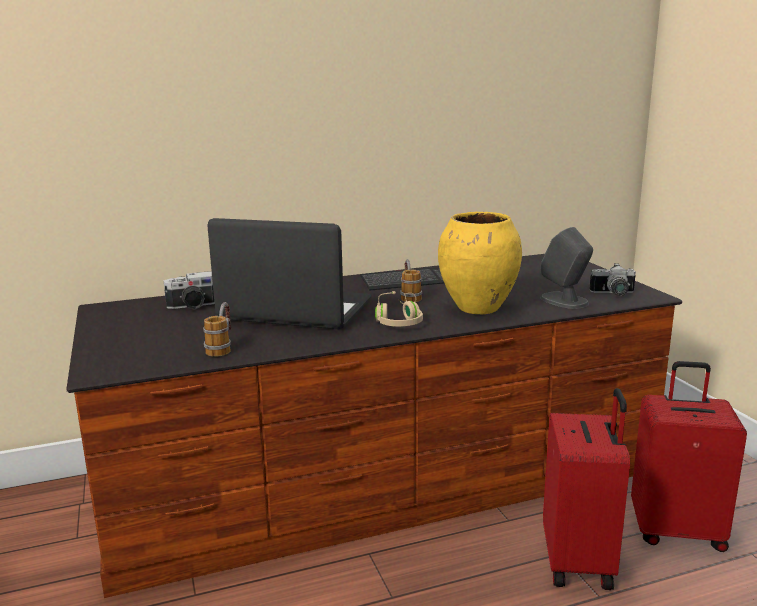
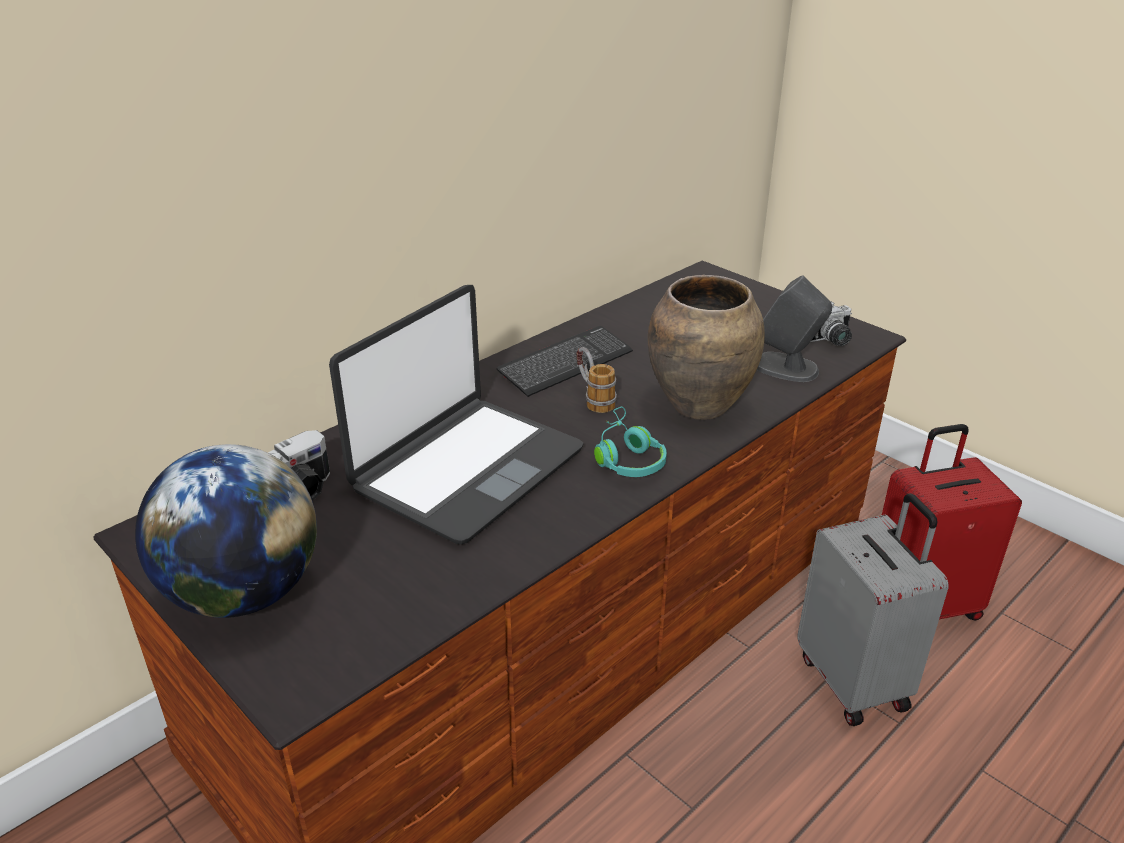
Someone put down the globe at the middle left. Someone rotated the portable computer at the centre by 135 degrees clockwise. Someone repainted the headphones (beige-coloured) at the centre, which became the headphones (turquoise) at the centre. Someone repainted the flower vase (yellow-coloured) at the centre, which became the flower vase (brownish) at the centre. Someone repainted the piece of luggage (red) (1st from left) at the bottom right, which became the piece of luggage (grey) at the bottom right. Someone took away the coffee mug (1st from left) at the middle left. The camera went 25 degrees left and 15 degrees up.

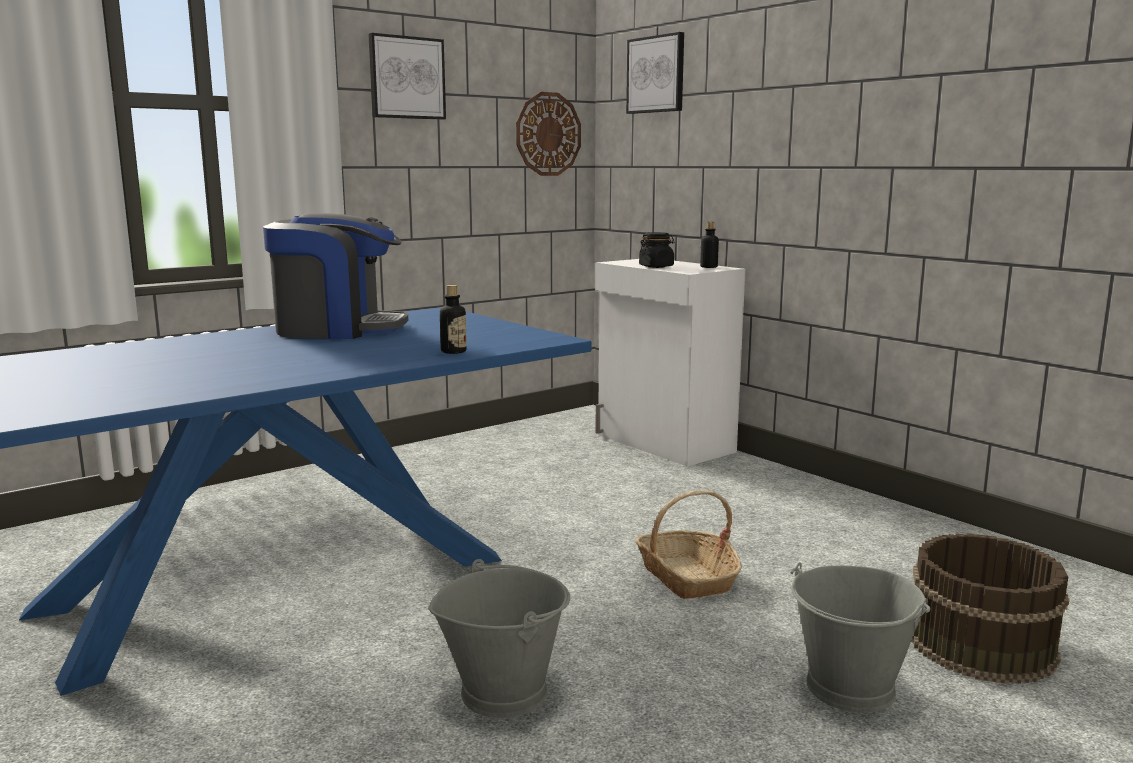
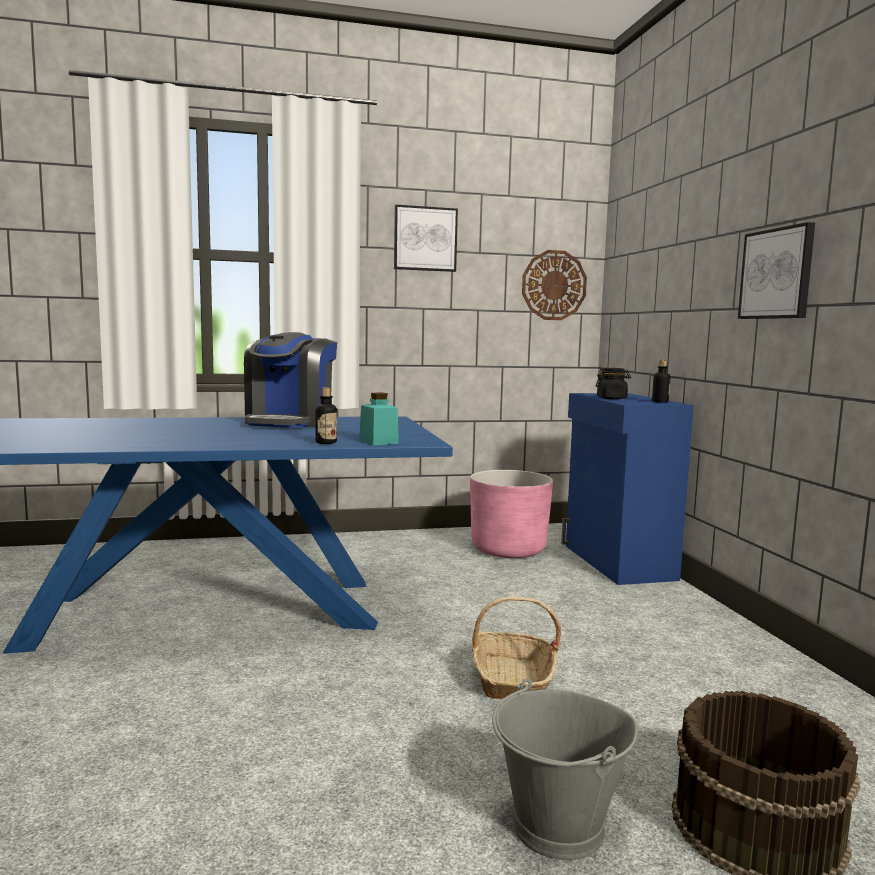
Someone rotated the coffee maker at the middle left by 75 degrees clockwise. Someone put down the preserve jar (turquoise) at the centre. Someone put down the plant pot (pink-coloured) at the centre. Someone repainted the cabinet (white) at the centre, which became the cabinet (bluish) at the middle right. Someone carried the wall picture (2nd from left) from the top centre to the top right. Someone took away the bucket (grey) (1st from left) at the bottom centre. The camera went 25 degrees right and 5 degrees down.

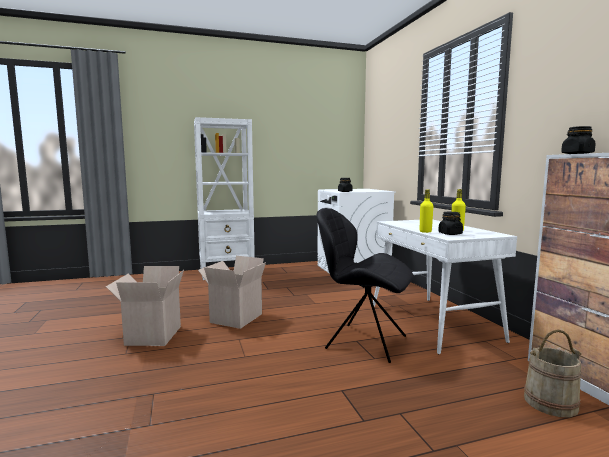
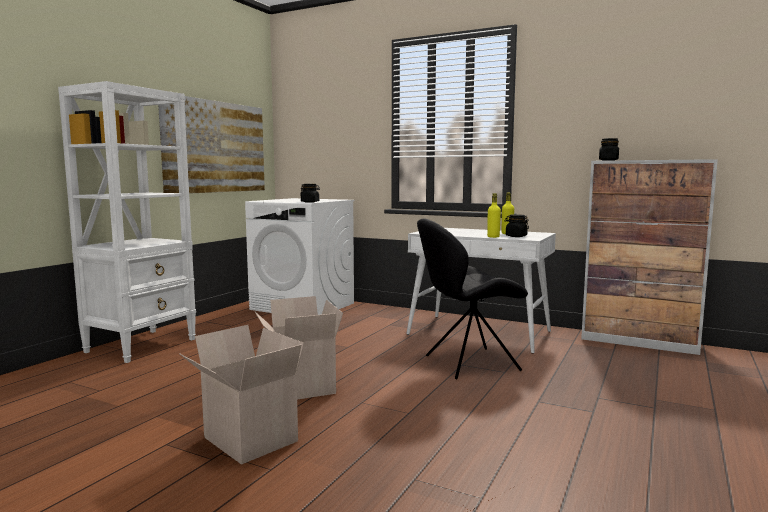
Someone put up the wall picture at the top left. Someone took away the bucket (beige-coloured) at the bottom right. The camera went 45 degrees left and 0 degrees up.

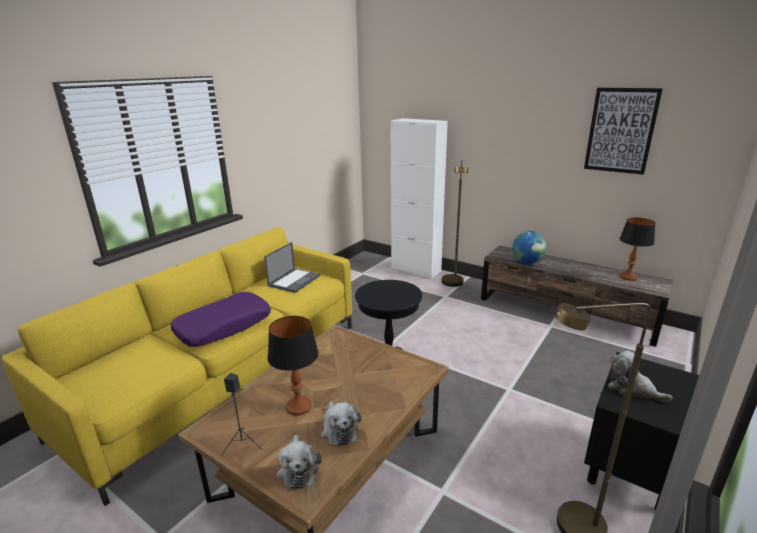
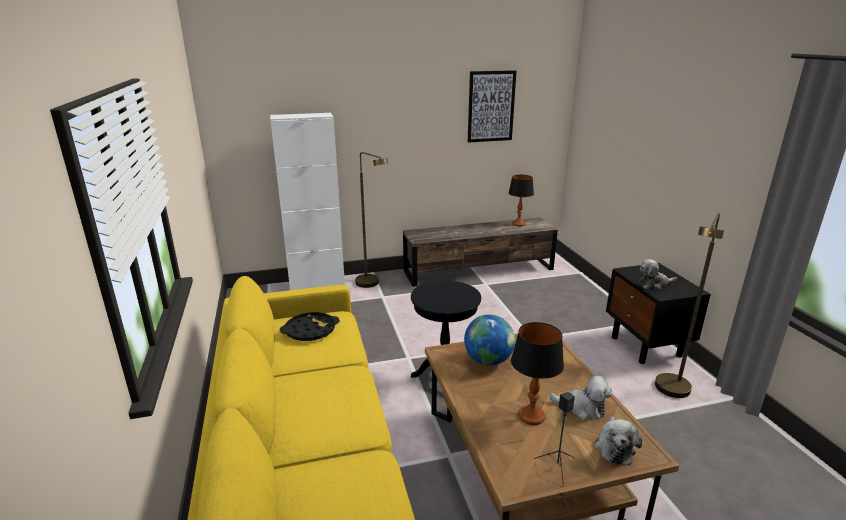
Someone swapped the portable computer at the centre for the carrying tray (blackish) at the centre. Someone carried the globe from the middle right to the centre. Someone rotated the plush toy (1st from left in the first image) at the bottom centre by 75 degrees clockwise. Someone took away the pillow (purple-coloured) at the middle left. The camera went 50 degrees left and 0 degrees up.

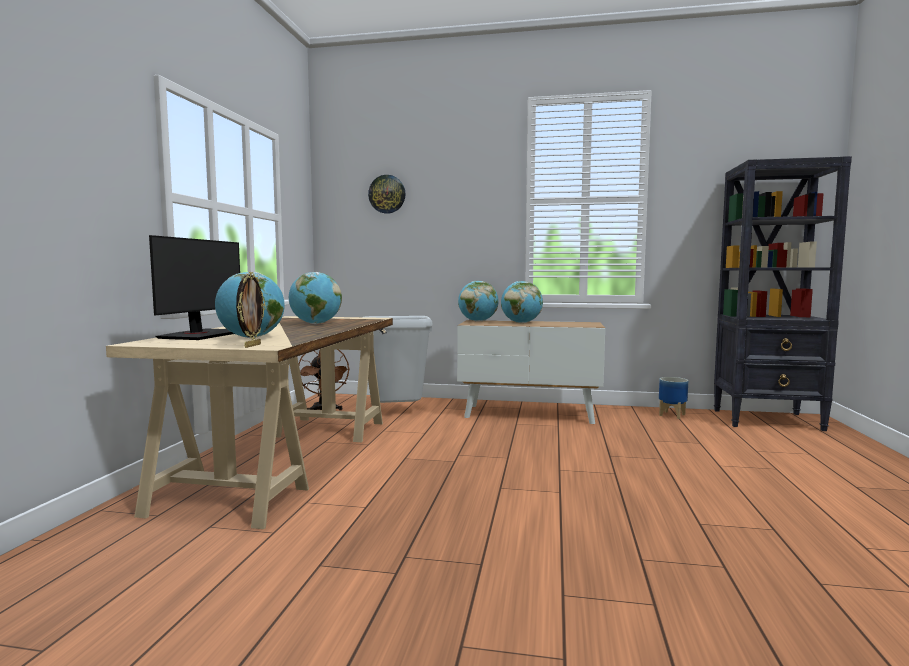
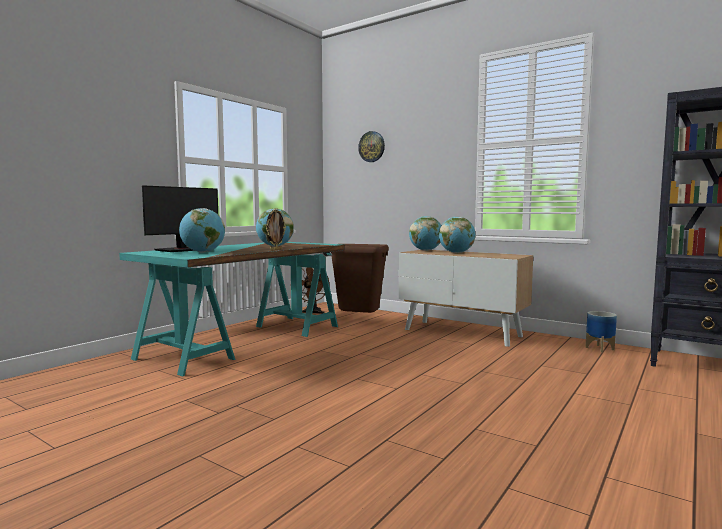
Someone repainted the desk table (beige-coloured) at the middle left, which became the desk table (turquoise) at the middle left. Someone carried the photo frame from the middle left to the centre. Someone repainted the rubbish bin (grey) at the centre, which became the rubbish bin (brownish) at the centre. The camera went 25 degrees right and 0 degrees up.

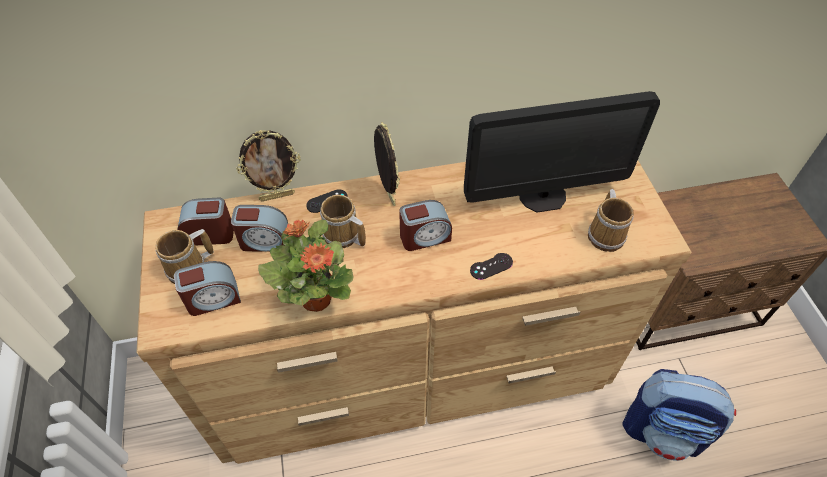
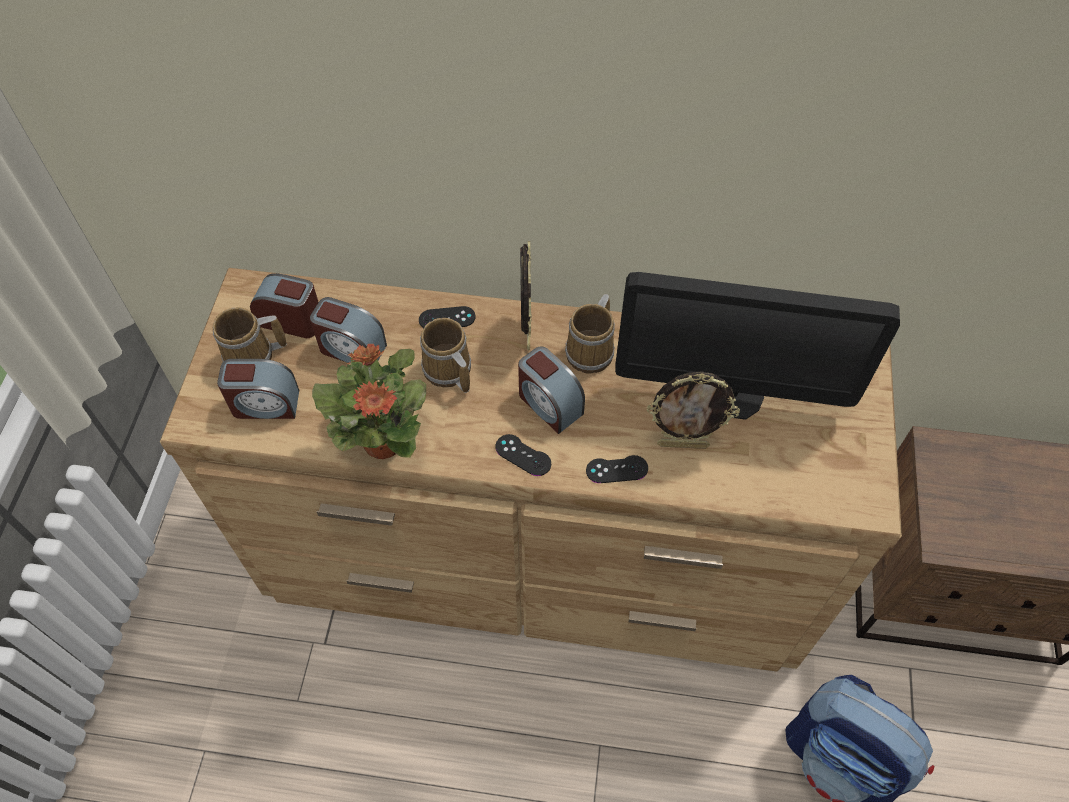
Someone put down the gamepad (blackish) (2nd from left) at the centre. Someone rotated the table clock (4th from left) at the centre by 45 degrees clockwise. Someone carried the coffee mug (3rd from left) from the middle right to the centre. Someone carried the photo frame (1st from left in the first image) from the middle left to the centre. The camera went 20 degrees right and 5 degrees up.

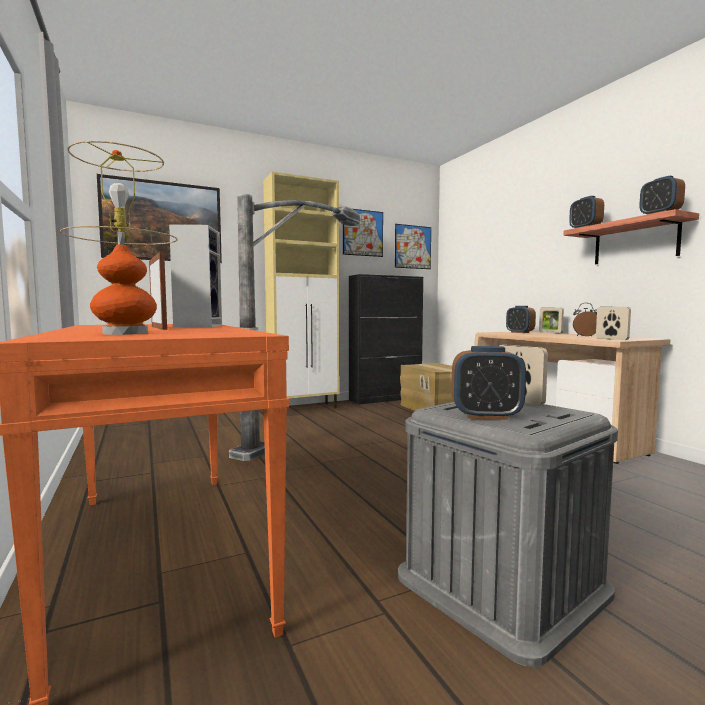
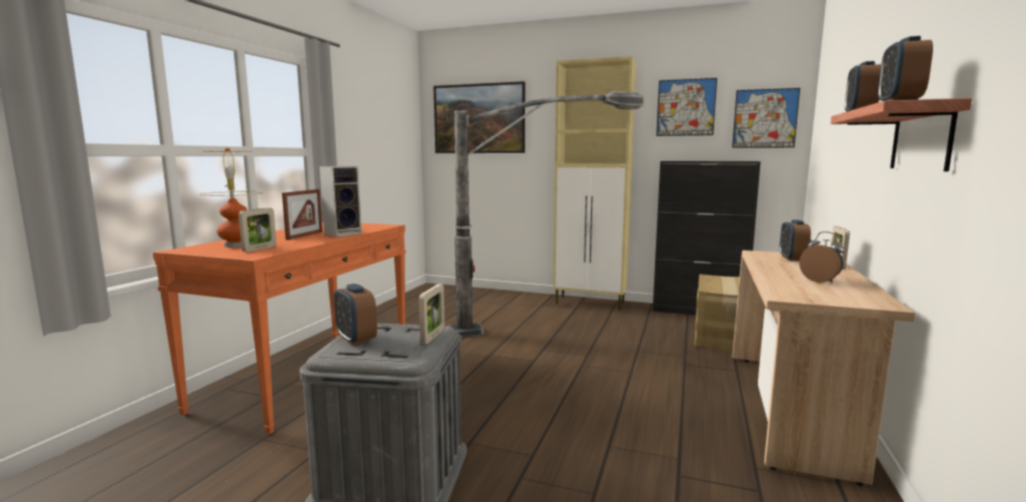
Someone carried the photo frame (4th from left in the first image) from the middle right to the middle left. The camera went 45 degrees right and 5 degrees up.

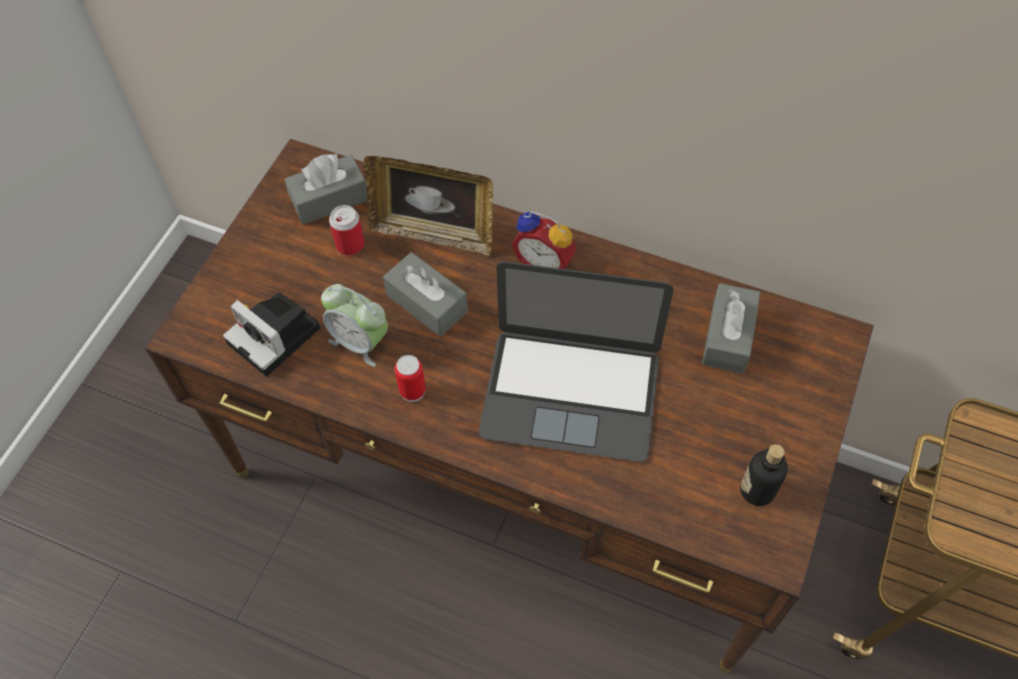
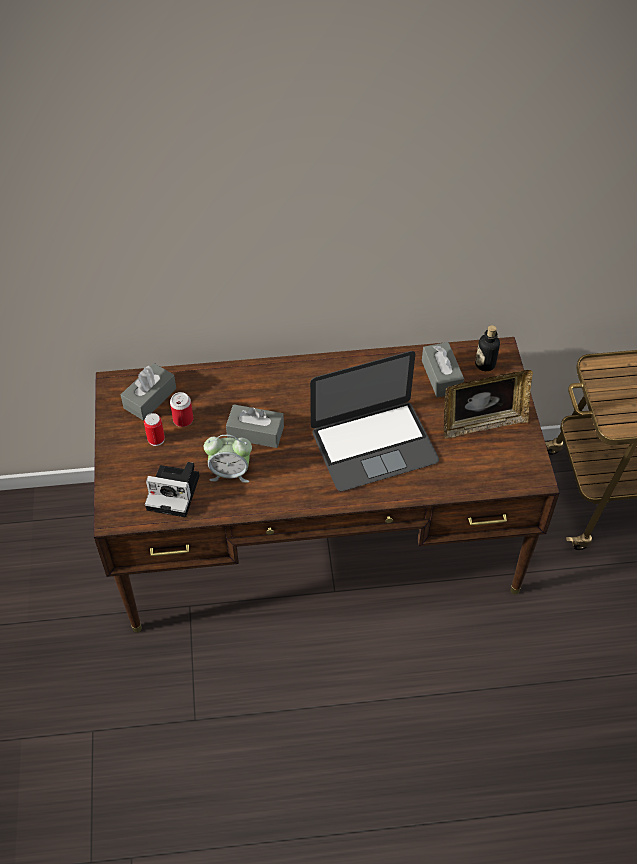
Someone carried the sealed can (2nd from left in the first image) from the centre to the middle left. Someone carried the photo frame from the top centre to the middle right. Someone carried the beverage bottle from the bottom right to the middle right. Someone took away the table clock (2nd from left) at the centre. The camera went 30 degrees left and 5 degrees down.

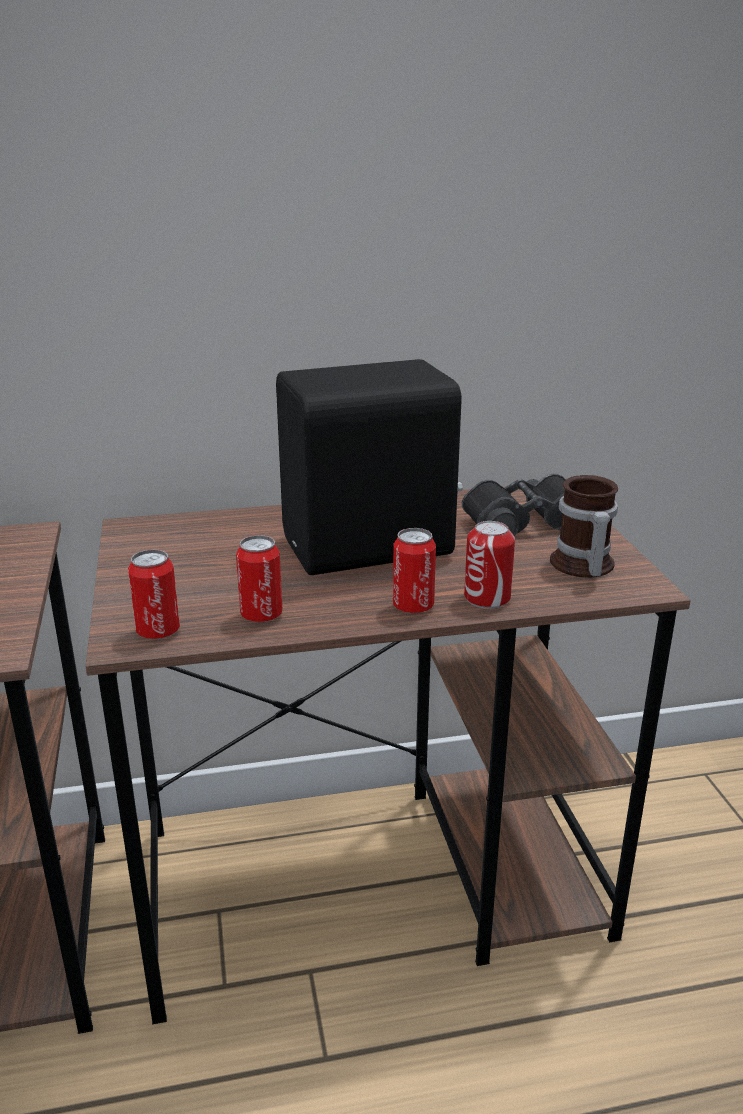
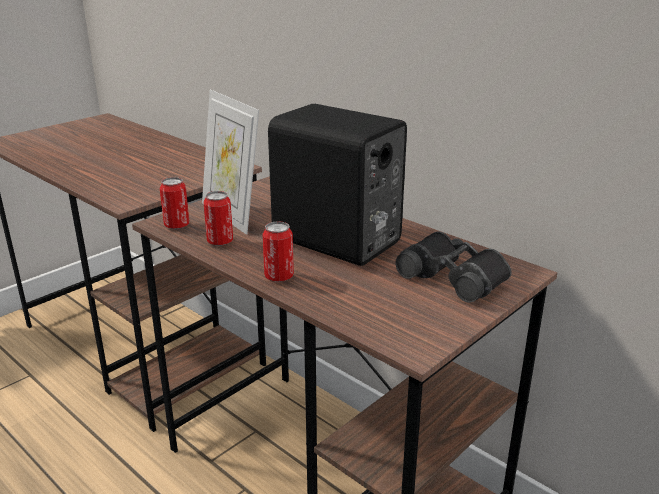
Someone put down the photo frame at the top centre. Someone took away the sealed can (4th from left) at the centre. Someone took away the coffee mug at the middle right. The camera went 55 degrees right and 0 degrees up.

